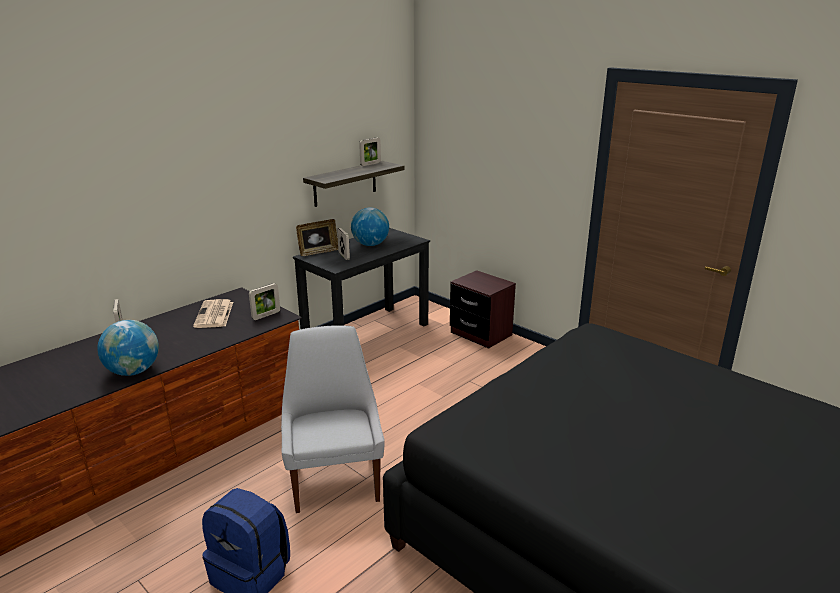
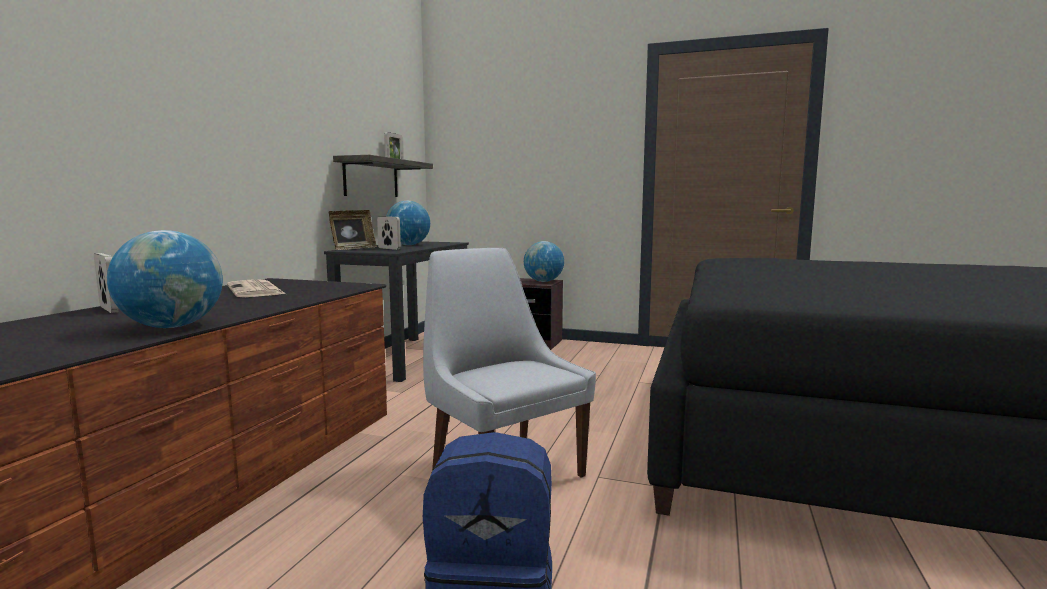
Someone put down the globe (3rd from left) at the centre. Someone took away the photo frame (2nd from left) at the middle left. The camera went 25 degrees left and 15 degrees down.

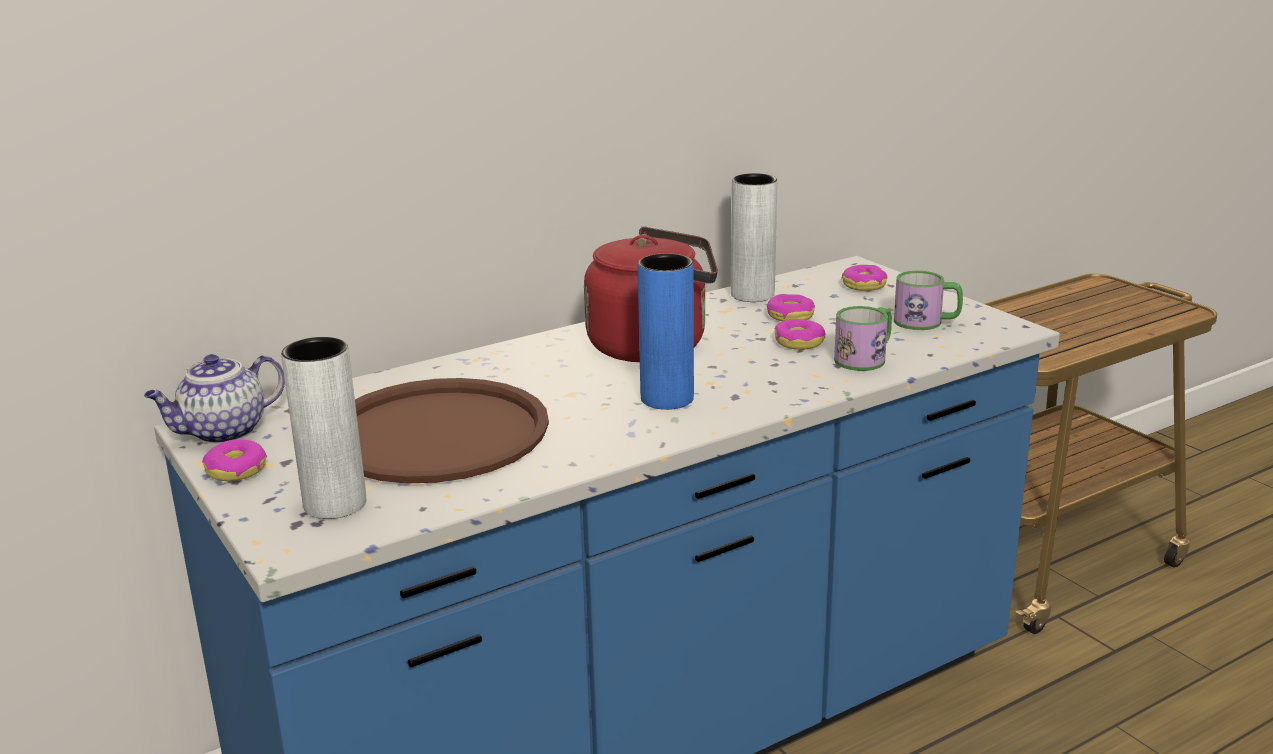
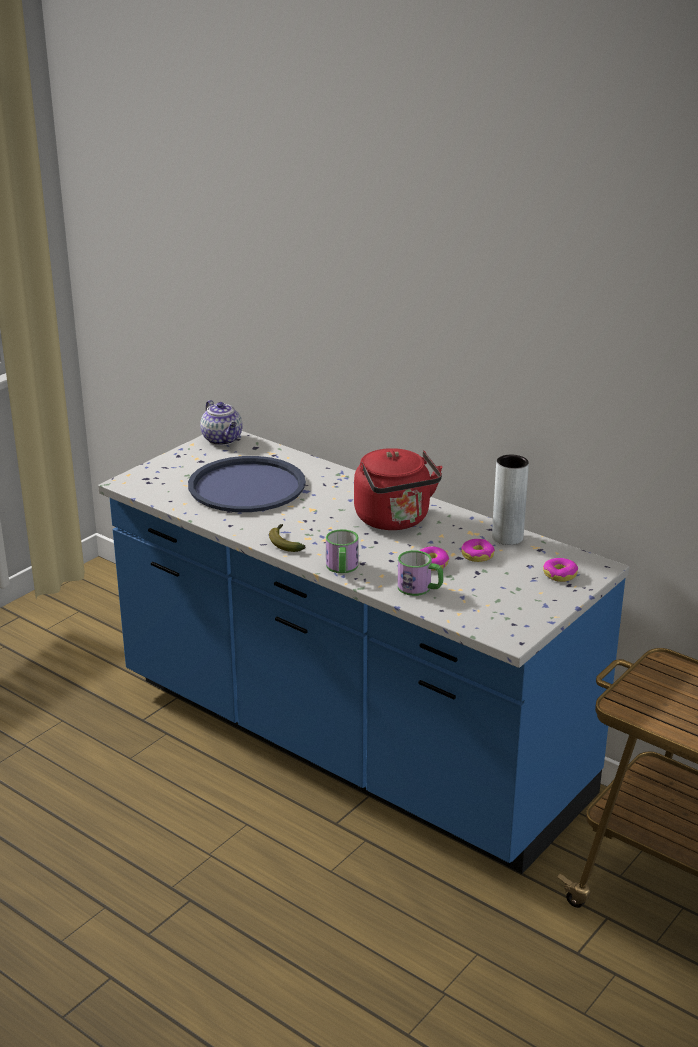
Someone repainted the carrying tray (brownish) at the centre, which became the carrying tray (bluish) at the centre. Someone rotated the teapot at the middle left by 150 degrees counterclockwise. Someone put down the banana at the centre. Someone carried the coffee mug (2nd from left in the first image) from the middle right to the centre. Someone took away the donut (1st from left) at the middle left. Someone took away the flower vase (grey) (1st from left) at the middle left. Someone took away the flower vase (bluish) at the centre. The camera went 70 degrees right and 5 degrees up.

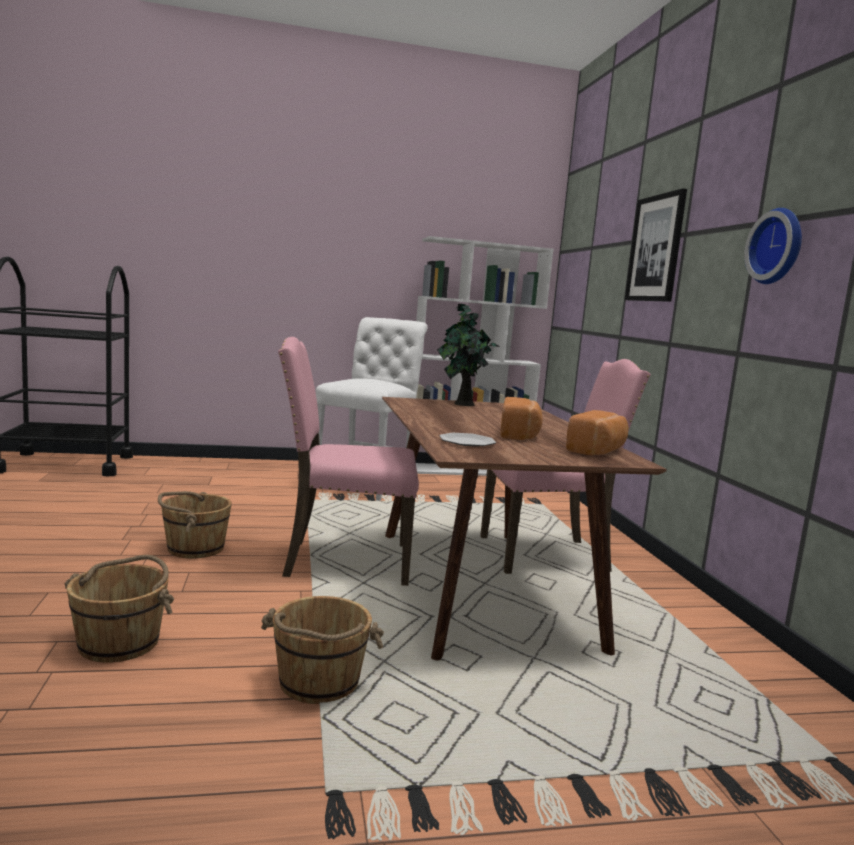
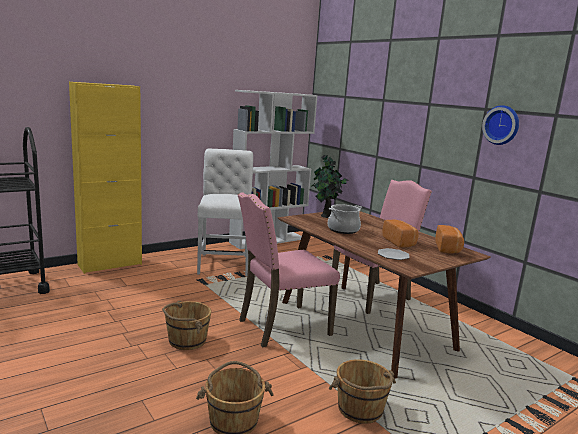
Someone put down the cabinet (yellow-coloured) at the middle left. Someone put down the saucepot at the centre. Someone took away the wall picture at the top right. The camera went 25 degrees left and 5 degrees up.

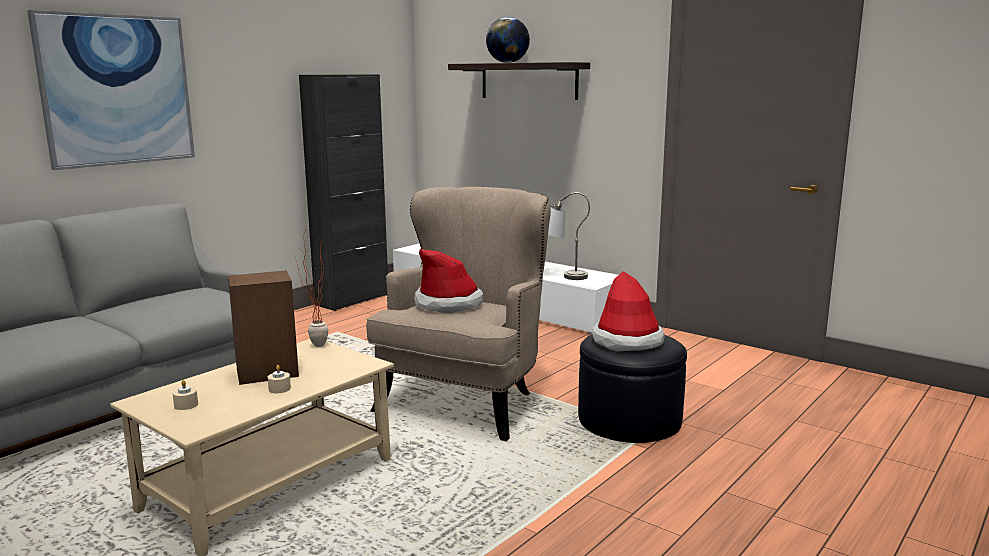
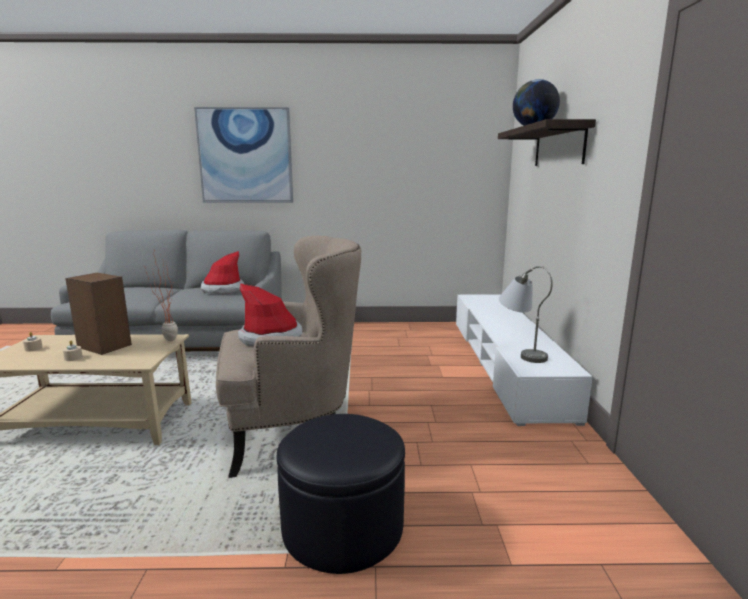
Someone carried the clothing hat (2nd from left in the first image) from the centre to the middle left. Someone took away the cabinet (blackish) at the centre. The camera went 50 degrees right and 0 degrees up.

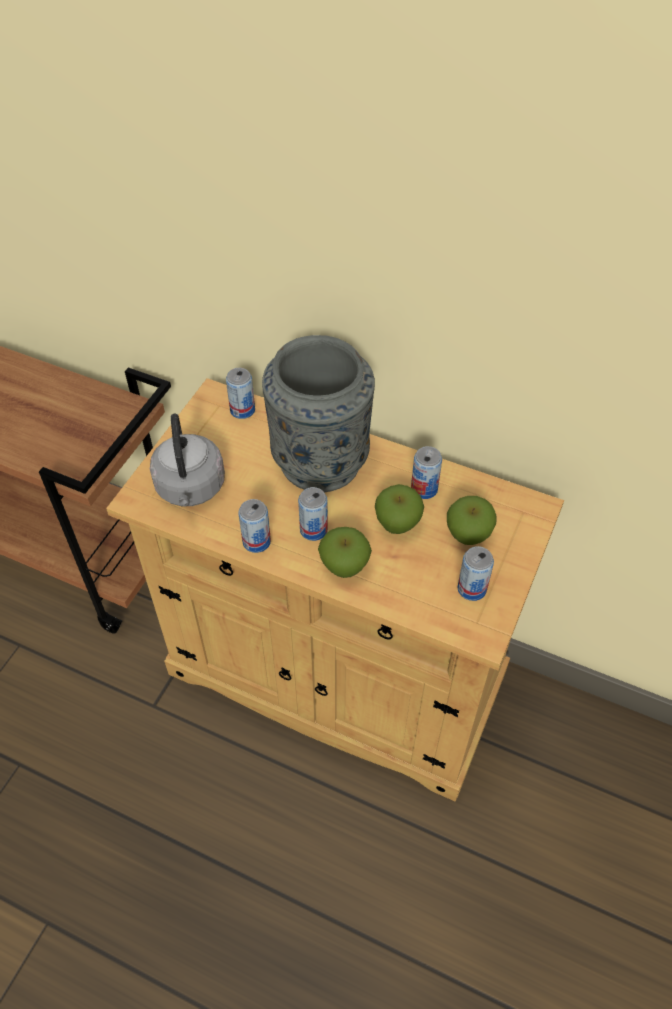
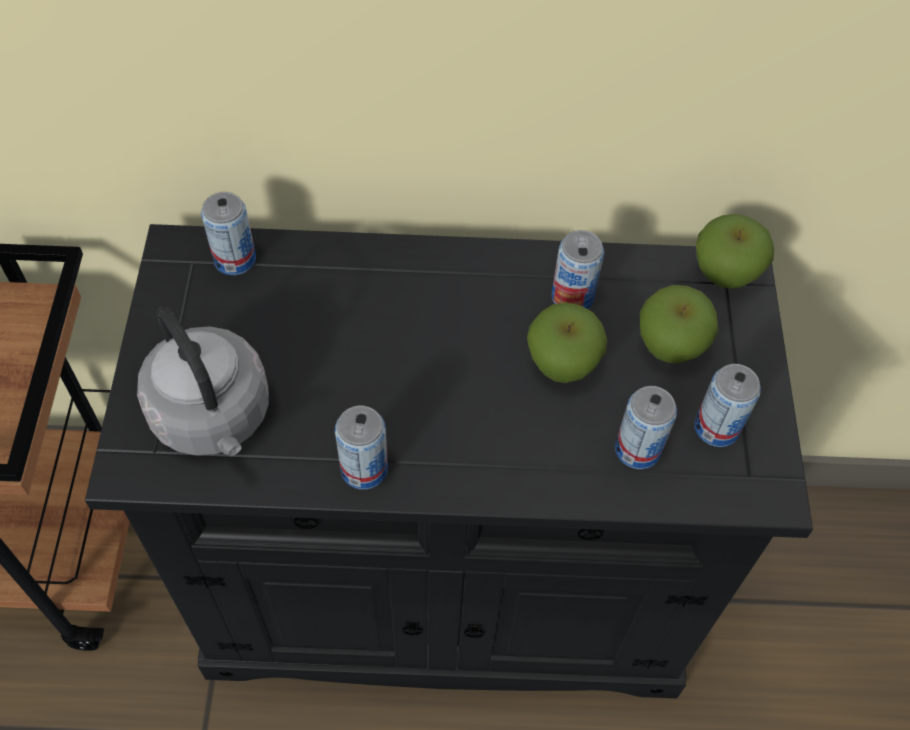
Someone repainted the cabinet (beige-coloured) at the centre, which became the cabinet (blackish) at the centre. Someone carried the sealed can (3rd from left in the first image) from the centre to the middle right. Someone carried the apple (1st from left in the first image) from the centre to the middle right. Someone took away the flower vase (grey) at the centre. The camera went 25 degrees left and 5 degrees up.

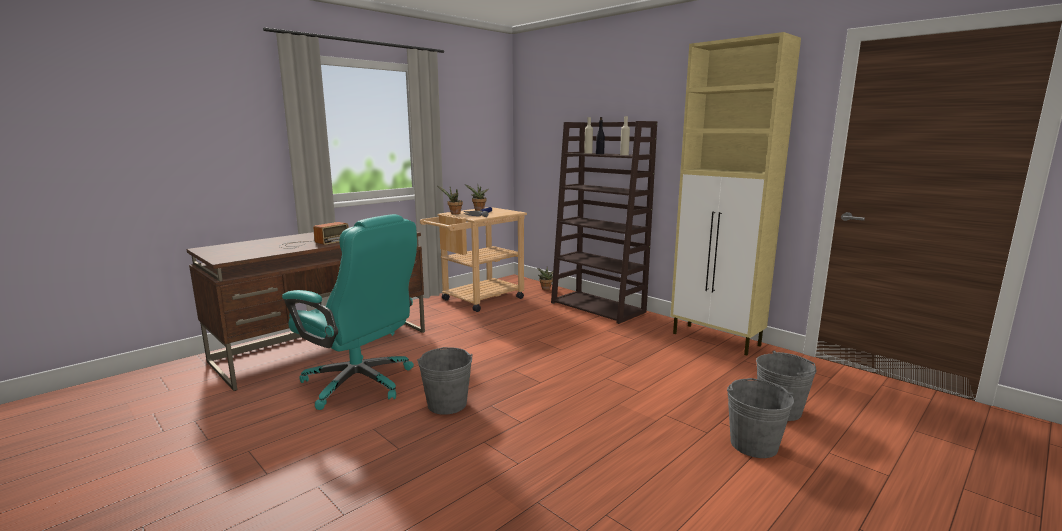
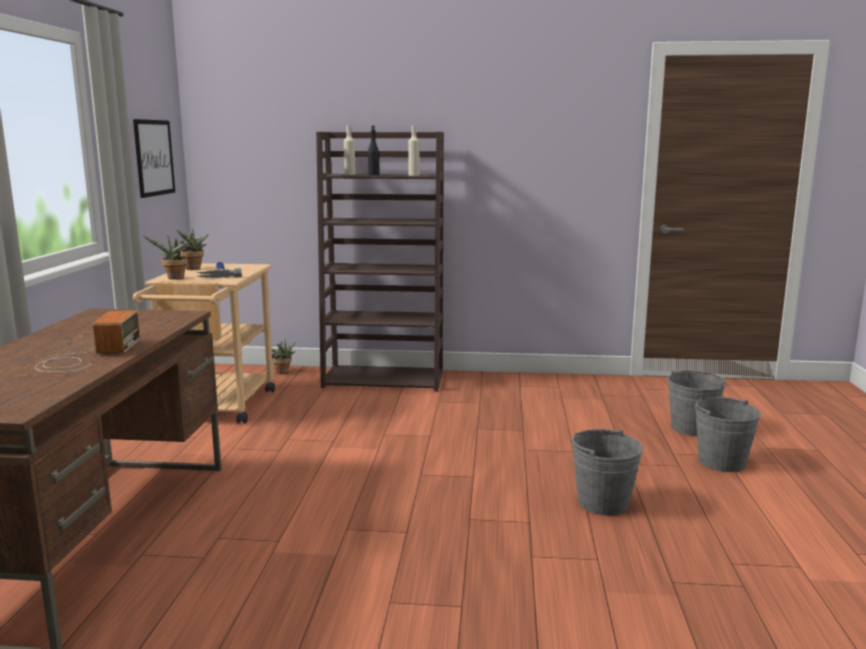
Someone put up the wall picture at the top left. Someone carried the bucket (grey) (1st from left) from the bottom centre to the bottom right. Someone took away the office chair (turquoise) at the middle left. Someone took away the cabinet (beige-coloured) at the middle right. The camera went 40 degrees left and 0 degrees up.

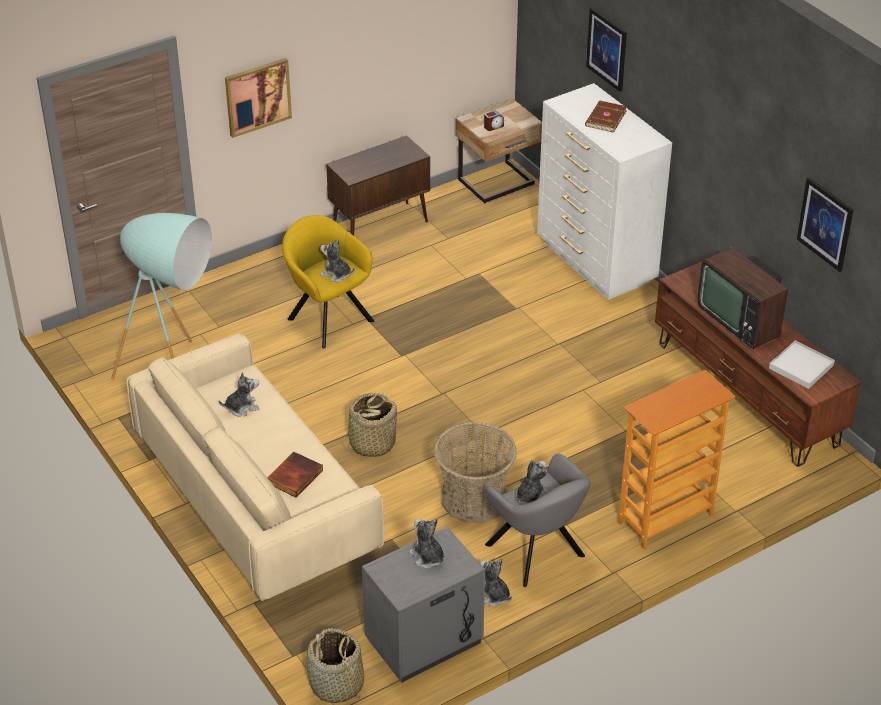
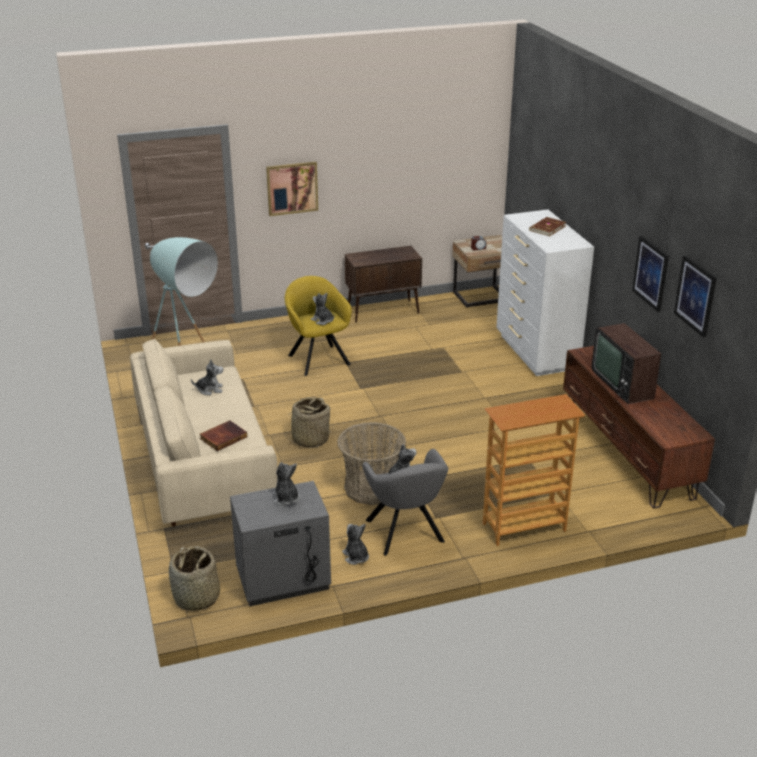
Someone carried the wall picture (2nd from left) from the top right to the middle right. Someone took away the carrying tray (white) at the middle right. The camera went 15 degrees right and 10 degrees down.

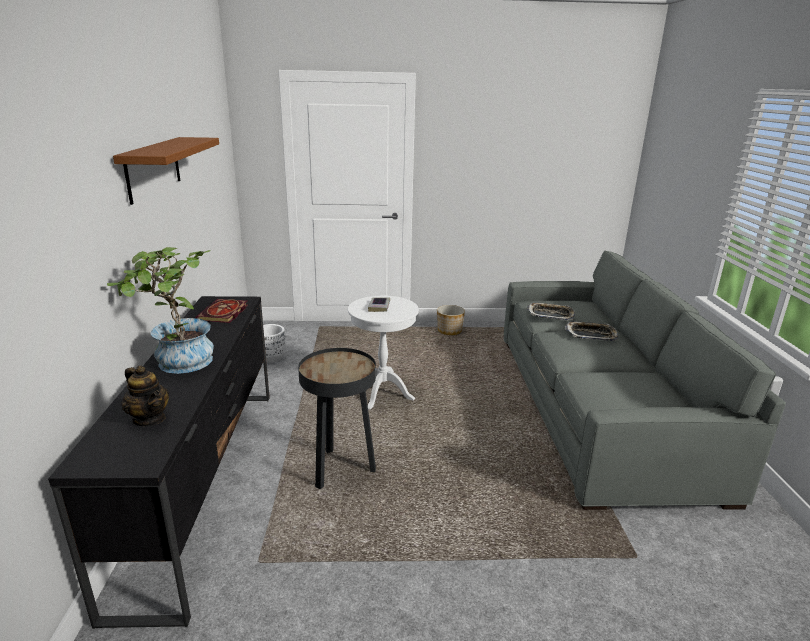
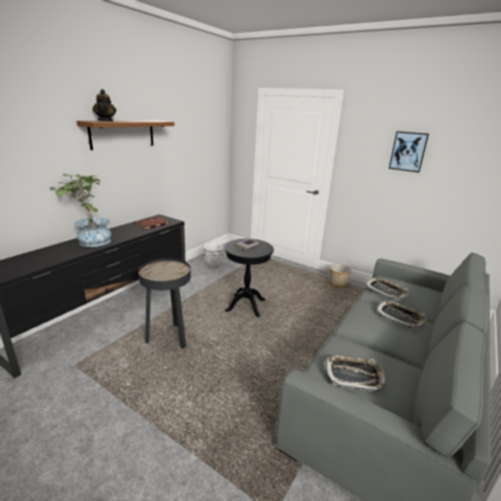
Someone carried the teapot from the middle left to the top left. Someone repainted the side table (white) at the centre, which became the side table (blackish) (2nd from left) at the centre. Someone put down the carrying tray (1st from left) at the bottom right. Someone put up the wall picture at the top right. The camera went 35 degrees right and 0 degrees up.

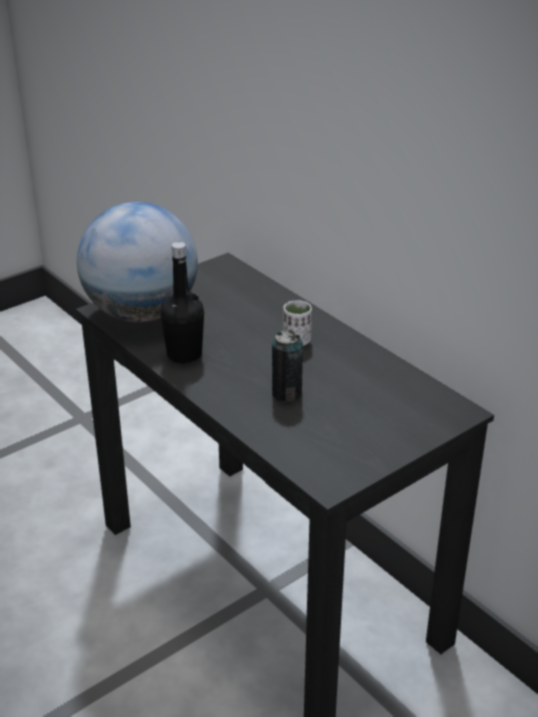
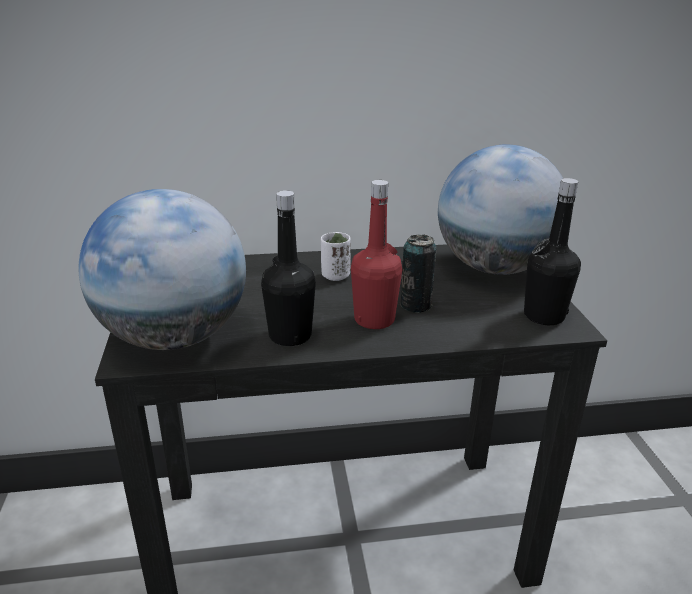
Someone put down the beverage bottle (red) at the centre. Someone put down the globe (2nd from left) at the middle right. Someone put down the beverage bottle (blackish) (2nd from left) at the middle right. The camera went 60 degrees left and 5 degrees down.

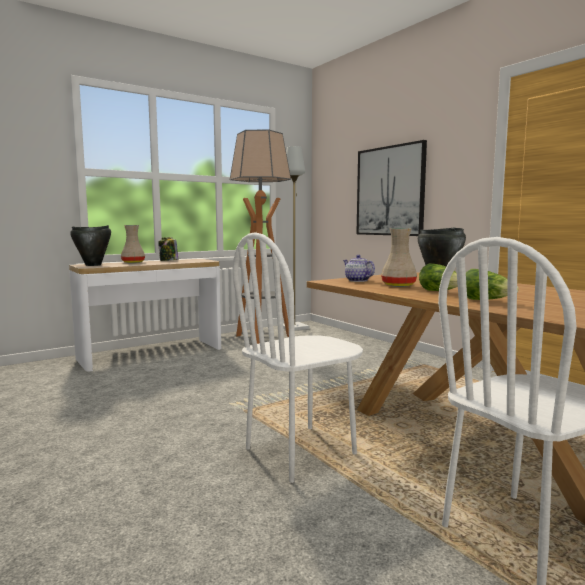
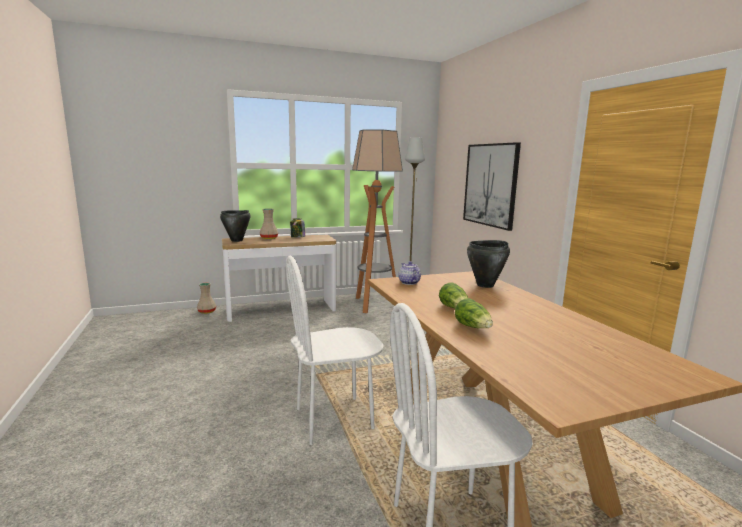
Someone carried the flower vase (beige-coloured) (2nd from left in the first image) from the middle right to the middle left. The camera went 15 degrees right and 5 degrees up.

